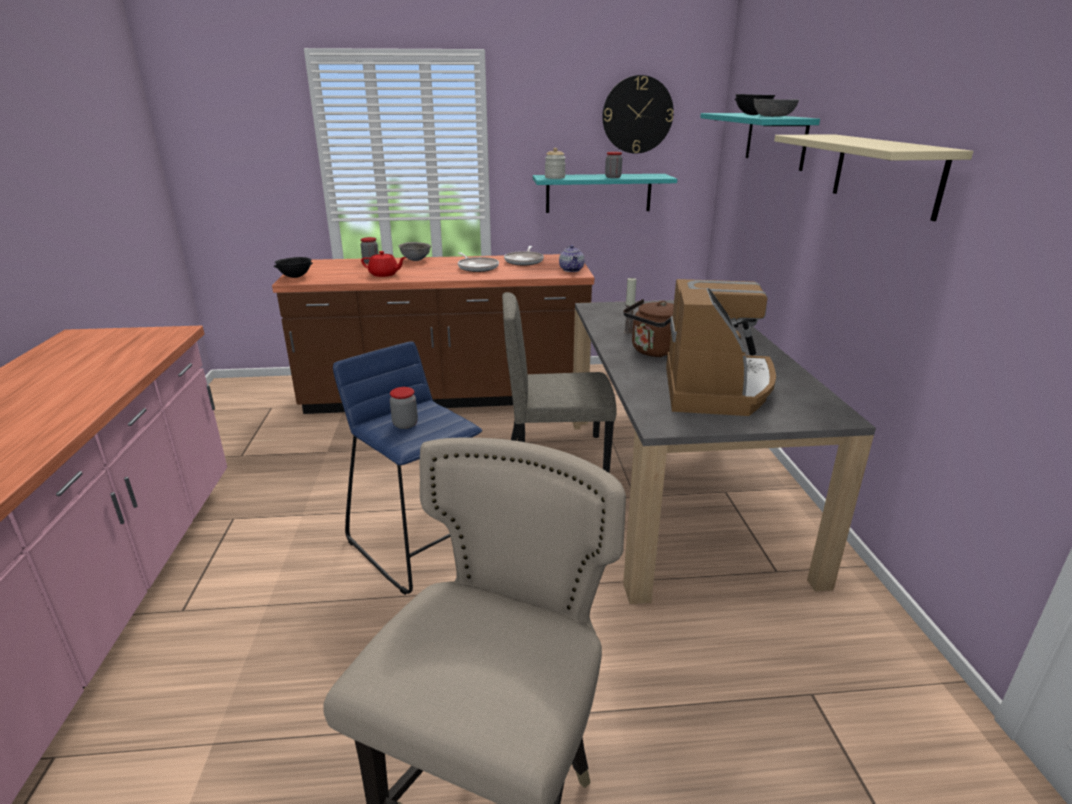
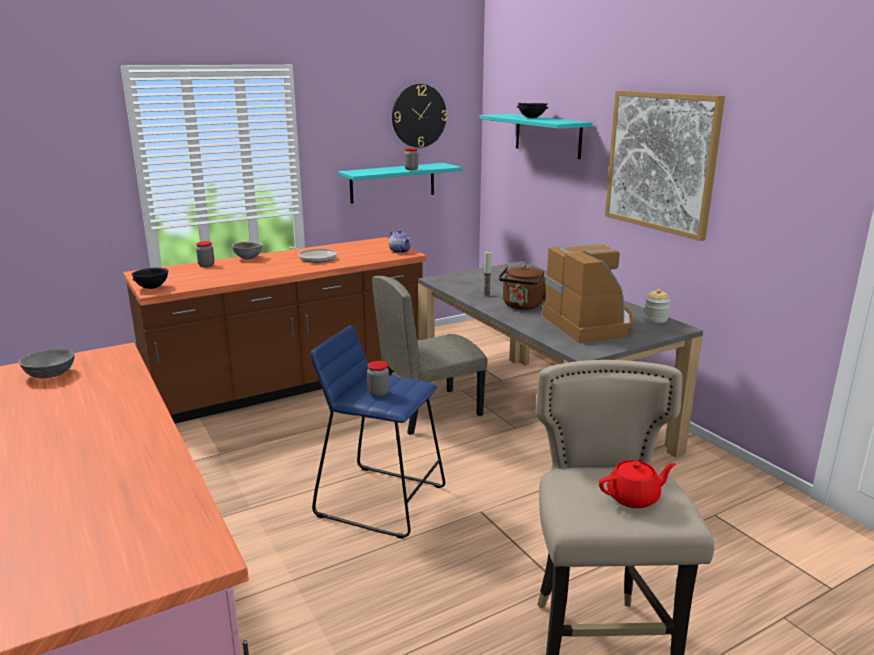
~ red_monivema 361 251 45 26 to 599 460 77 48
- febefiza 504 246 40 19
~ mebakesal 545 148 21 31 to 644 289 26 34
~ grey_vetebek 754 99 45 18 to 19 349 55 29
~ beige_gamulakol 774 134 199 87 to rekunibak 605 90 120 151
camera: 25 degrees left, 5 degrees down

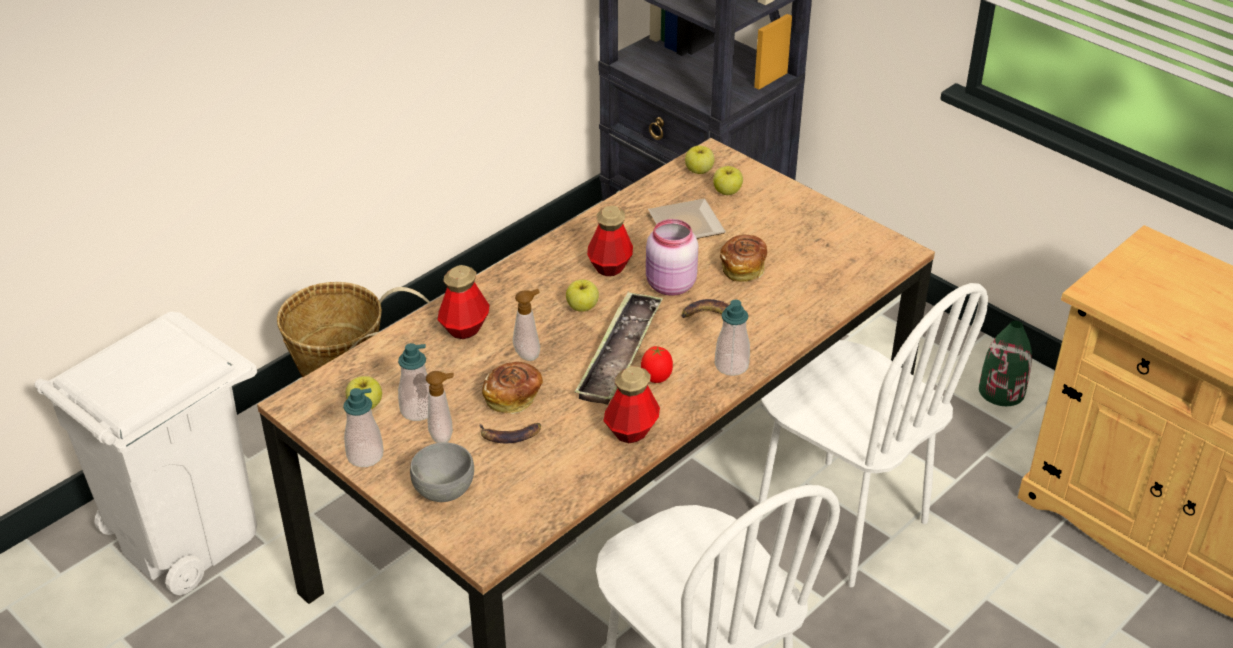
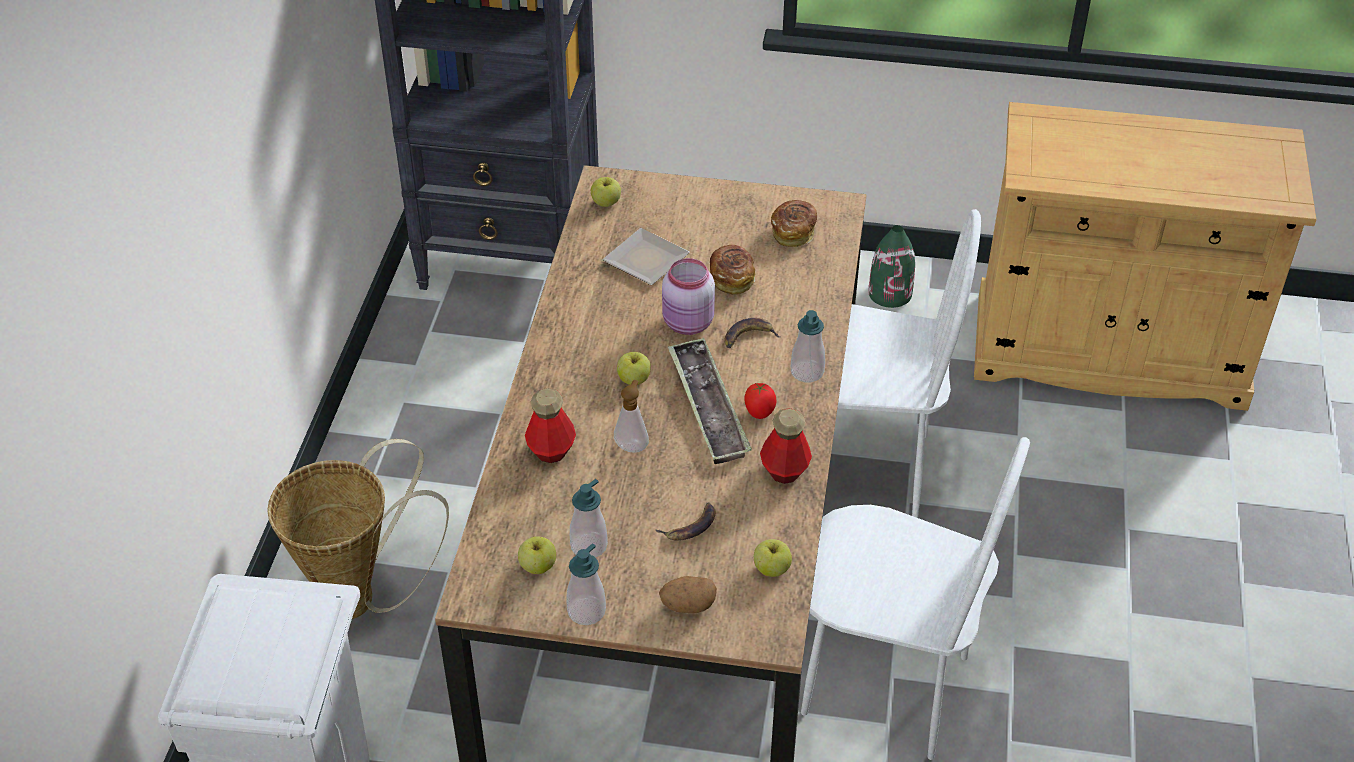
~ grey_vetebek 410 442 64 60 to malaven 659 576 58 37
- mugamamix 426 371 28 72
~ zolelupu 482 362 61 52 to 771 200 46 47
- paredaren 587 205 46 71
~ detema 713 166 30 29 to 754 539 38 38
camera: 35 degrees left, 5 degrees up

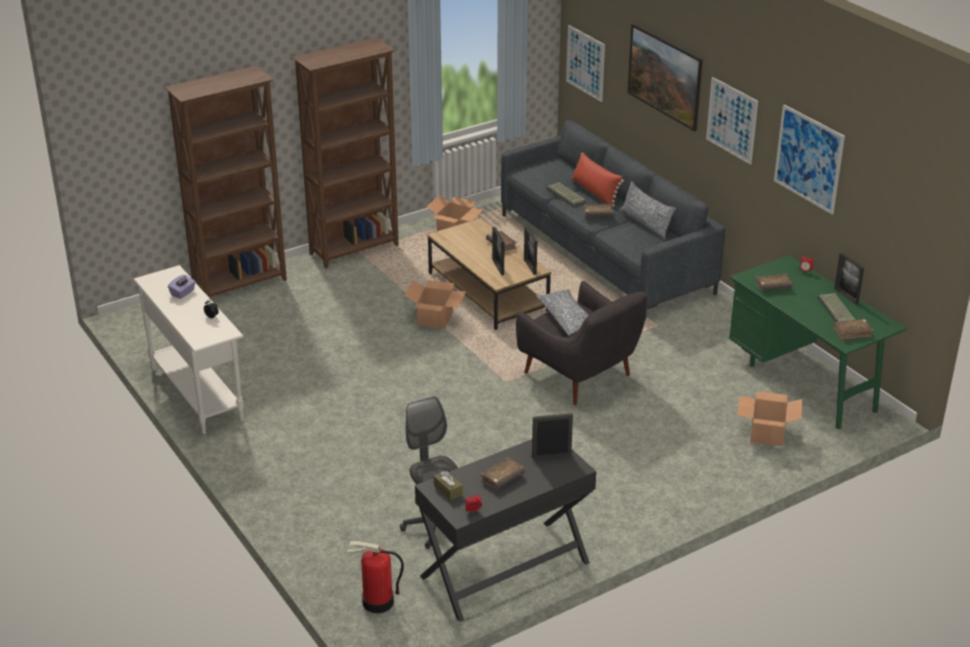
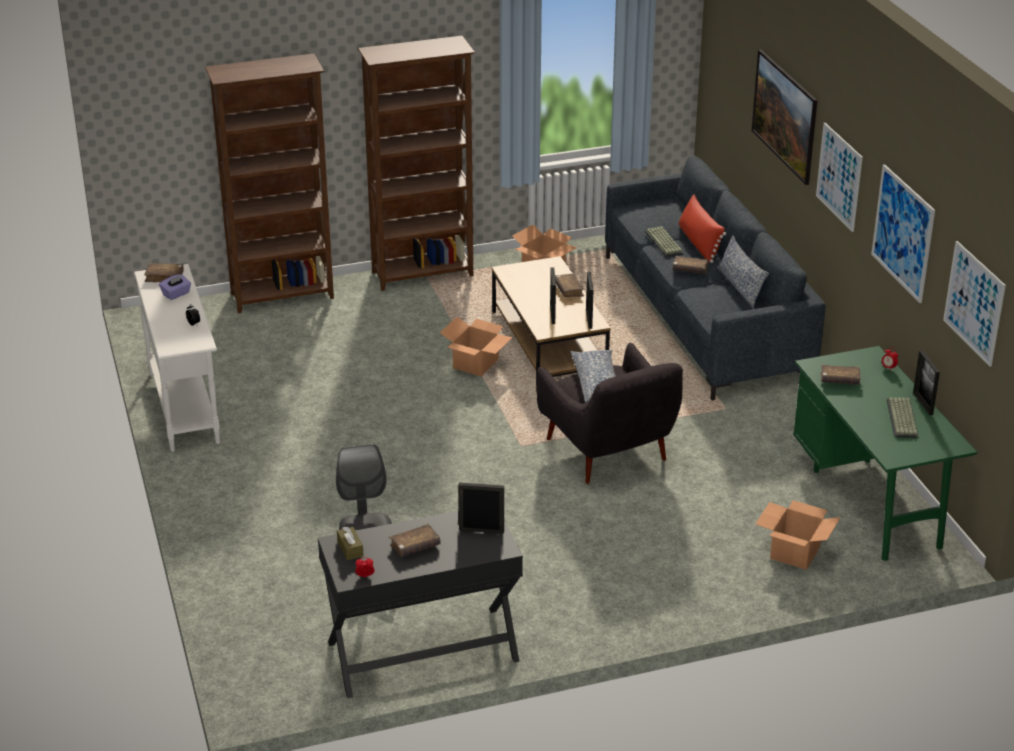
- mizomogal 347 541 57 72
~ rekunibak 566 25 39 77 to 943 241 63 126
~ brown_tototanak 833 319 41 22 to 144 263 40 19
camera: 15 degrees right, 0 degrees up

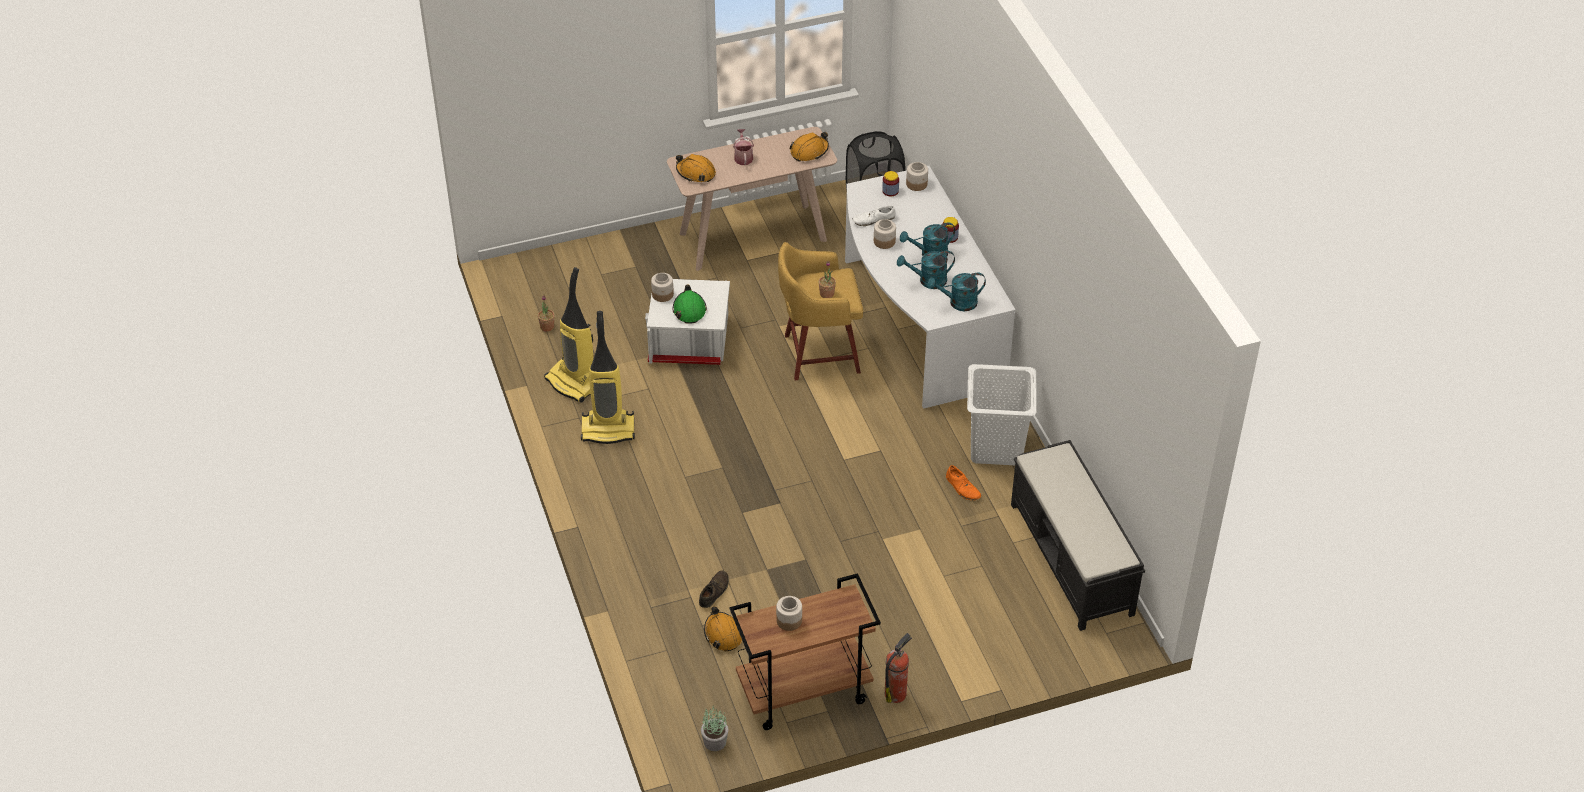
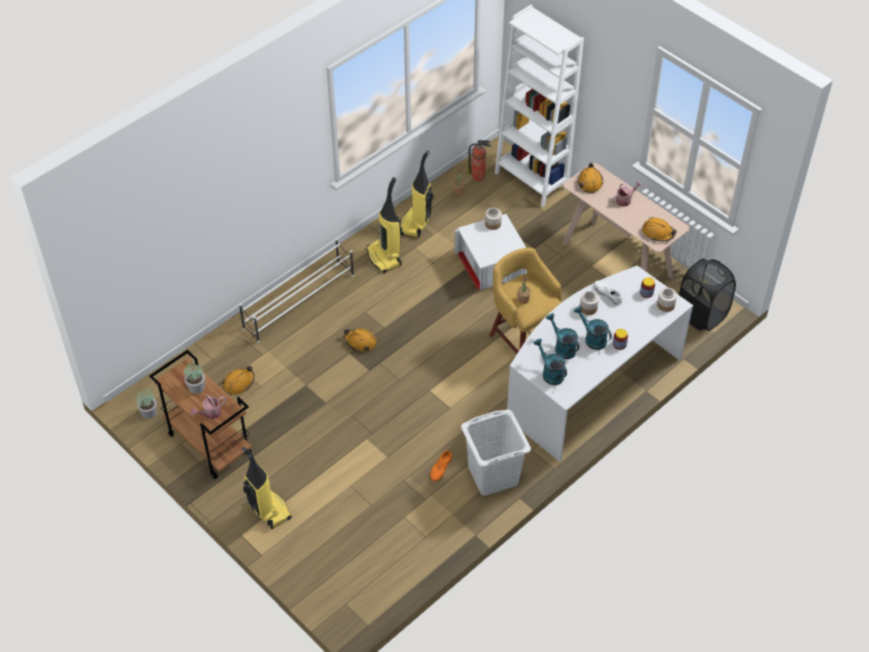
- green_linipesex 673 284 34 40
- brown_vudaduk 699 570 30 38
~ mebakesal 776 596 26 35 to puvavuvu 183 361 22 33
~ mizomogal 885 633 27 70 to 468 140 24 41
- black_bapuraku 1011 440 134 191
+ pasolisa 190 395 36 24
+ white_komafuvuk 239 238 115 105
+ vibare 242 447 50 82
+ orange_linipesex 344 329 33 22
+ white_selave 495 5 89 202
camera: 65 degrees right, 5 degrees up

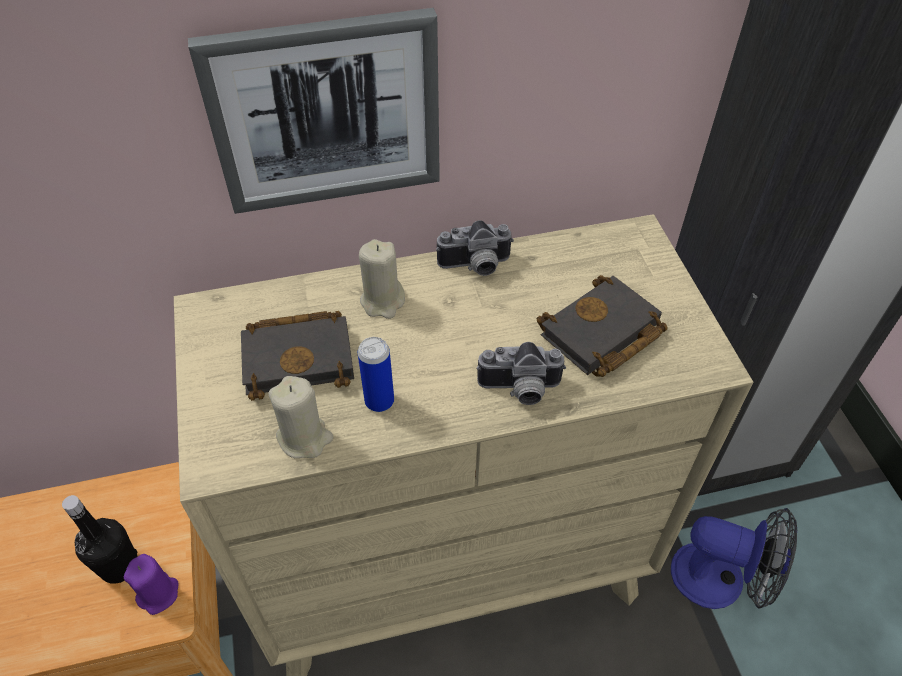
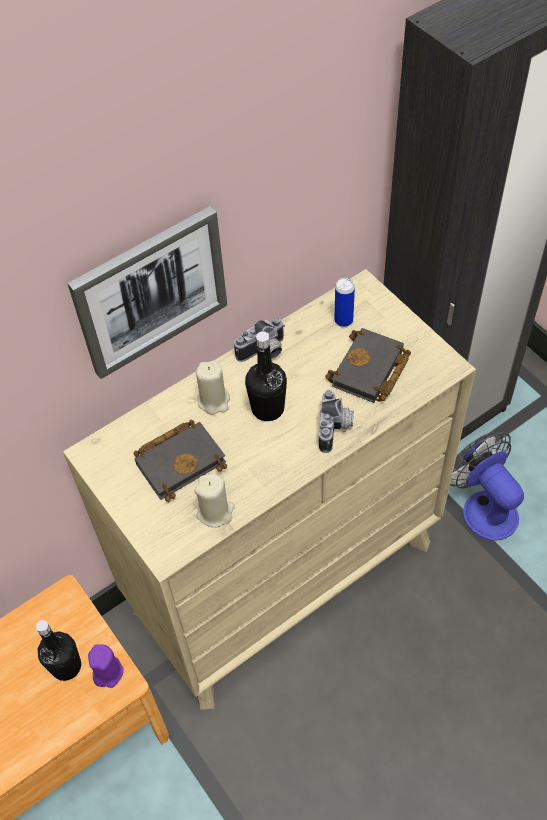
~ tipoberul 358 337 36 75 to 334 278 21 49
~ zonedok 476 342 90 63 = 319 390 35 63 60 degrees counterclockwise
~ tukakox 671 508 126 101 = 450 432 74 109 120 degrees counterclockwise
+ black_paredaren 245 331 42 90
camera: 20 degrees left, 5 degrees up

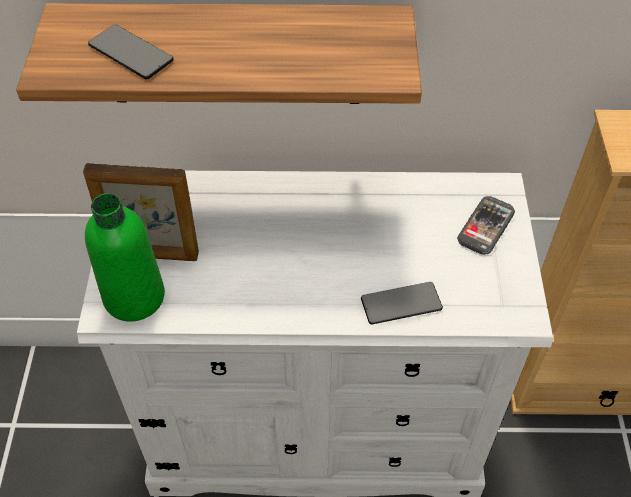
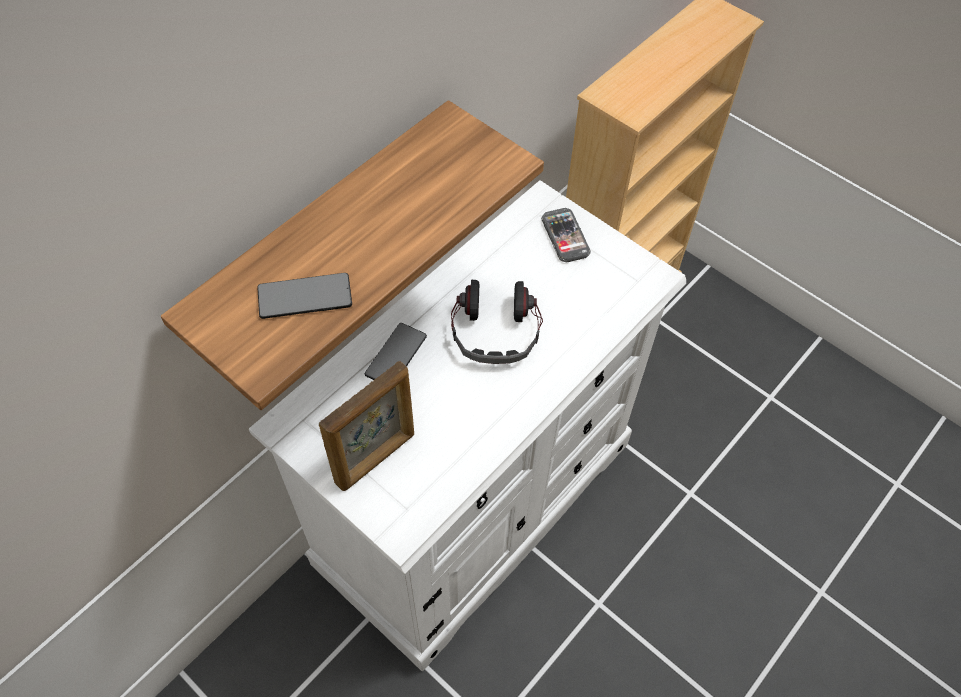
- green_paredaren 85 193 80 129
~ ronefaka 361 282 82 42 to 365 323 62 57
+ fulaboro 451 280 92 84
camera: 50 degrees left, 5 degrees up

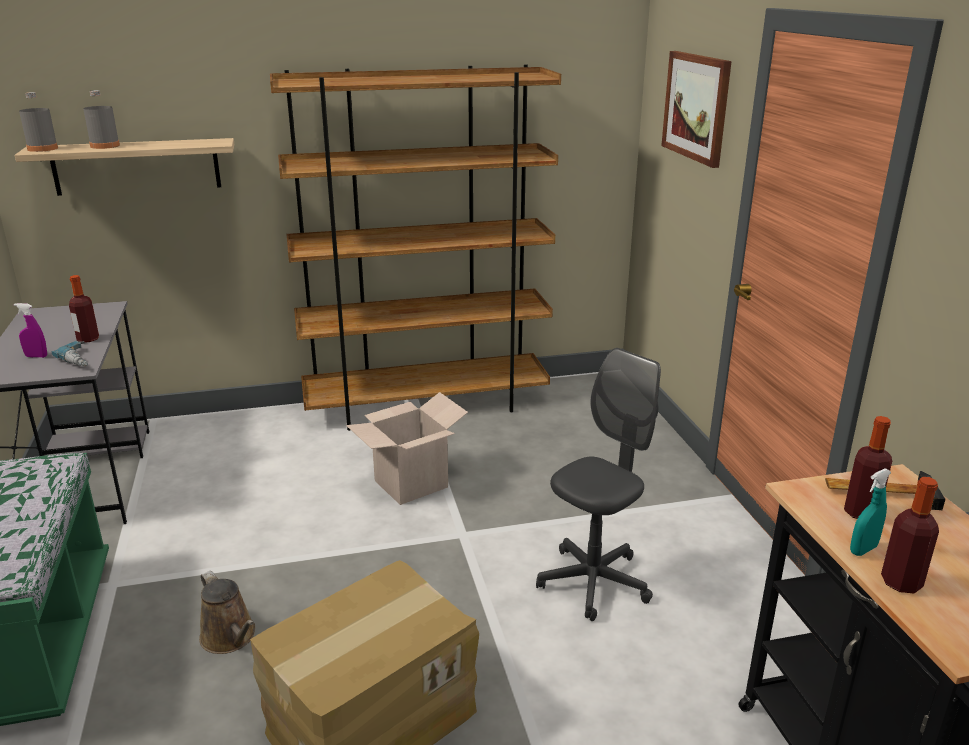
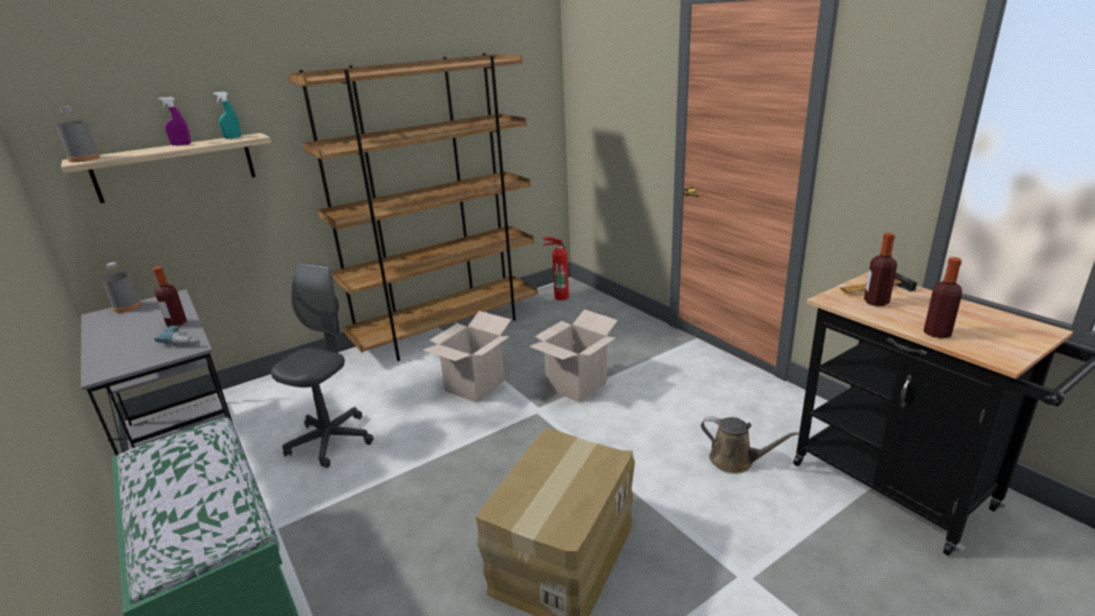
~ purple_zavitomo 14 303 33 55 to 158 97 33 49
~ grey_paredaren 83 90 37 59 to 102 262 40 51
~ brown_pasolisa 199 571 56 83 to 701 416 99 58
~ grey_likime 536 348 125 273 to 271 263 103 205
- rekunibak 661 51 71 117
~ turquoise_zavitomo 850 468 41 88 to 213 91 28 48
+ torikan 529 309 89 94
+ mizomogal 543 237 26 63
camera: 20 degrees left, 0 degrees up

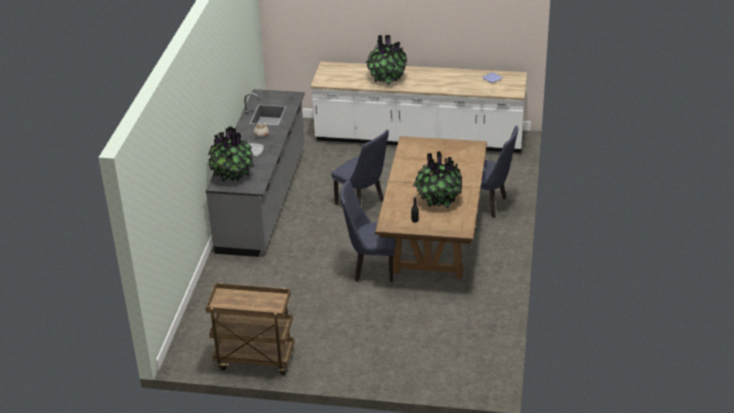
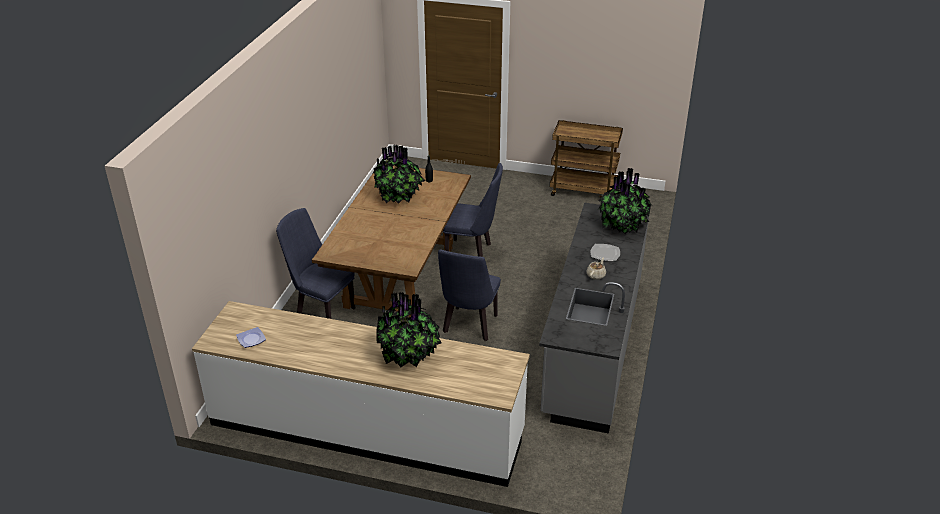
~ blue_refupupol 331 130 58 75 = 438 249 63 92 120 degrees counterclockwise
camera: 175 degrees left, 0 degrees up

